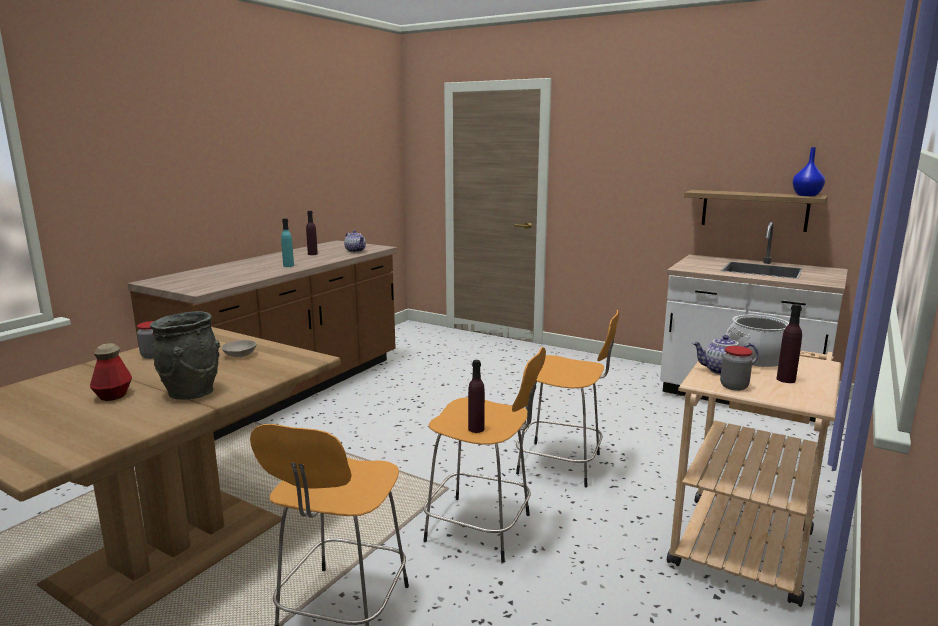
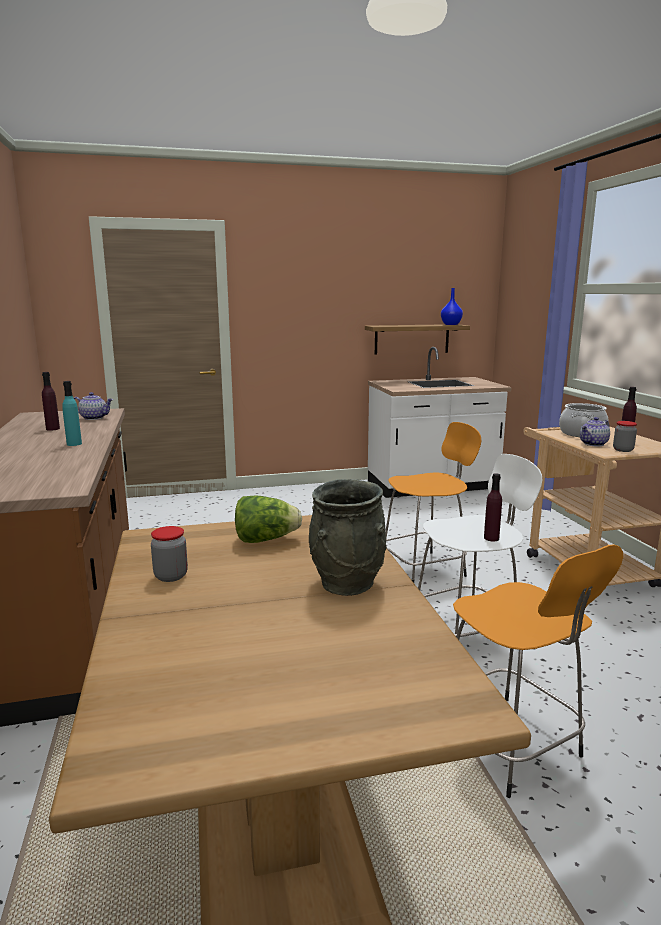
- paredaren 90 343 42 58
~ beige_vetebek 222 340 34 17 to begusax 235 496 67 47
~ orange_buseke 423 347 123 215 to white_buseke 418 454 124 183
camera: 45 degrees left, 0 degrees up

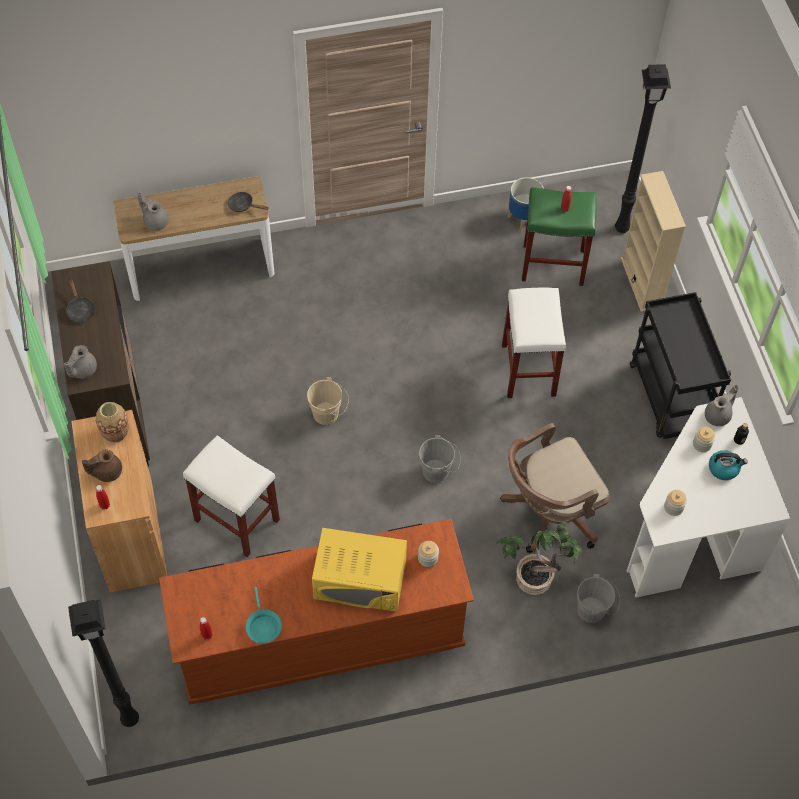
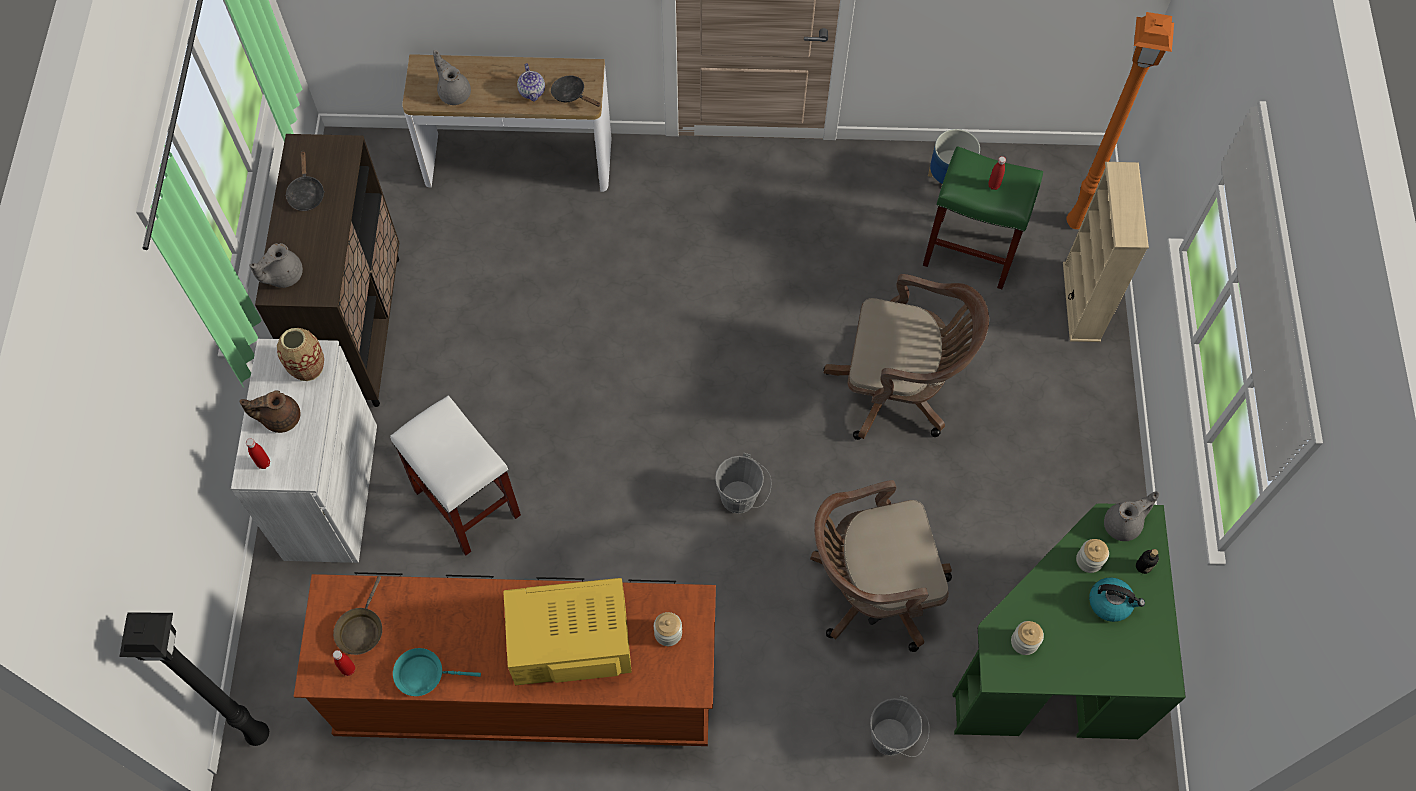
~ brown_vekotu 71 410 96 183 to white_vekotu 231 339 146 224
~ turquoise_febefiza 246 587 36 56 = 393 648 88 48 90 degrees clockwise
- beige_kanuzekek 307 377 42 48
~ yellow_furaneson 312 528 95 84 = 503 578 129 107 150 degrees clockwise
- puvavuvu 495 521 88 74
~ white_buseke 502 288 64 110 to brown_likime 823 274 166 166
~ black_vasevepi 615 64 56 169 to orange_vasevepi 1066 12 108 217
~ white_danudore 627 397 163 201 to green_danudore 953 503 233 236
- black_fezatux 630 292 101 147
+ brown_febefiza 333 576 49 79
+ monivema 517 63 28 38
camera: 15 degrees right, 5 degrees up

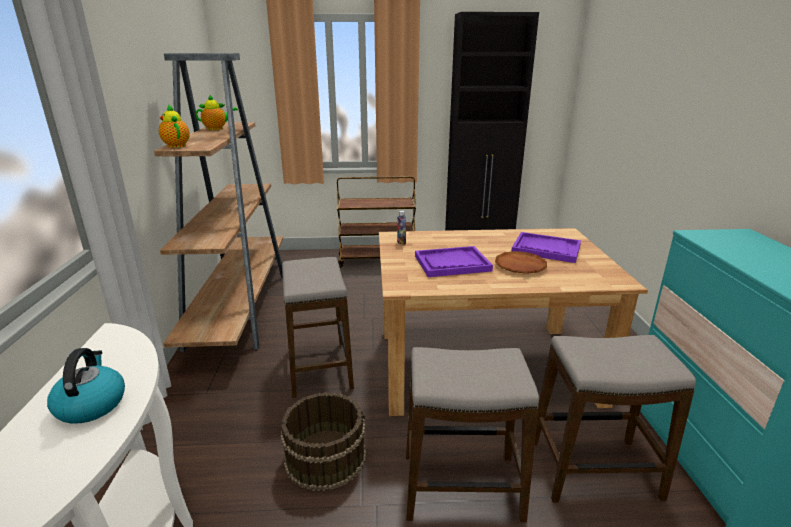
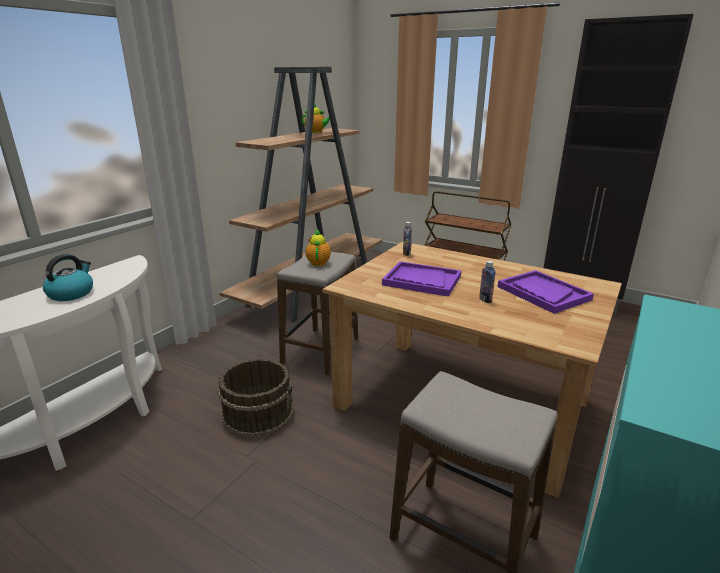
~ monivema 159 104 31 44 to 306 229 25 37
- buseke 406 347 133 175
~ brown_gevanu 495 251 52 23 to paredaren 479 261 16 42
camera: 35 degrees right, 0 degrees up

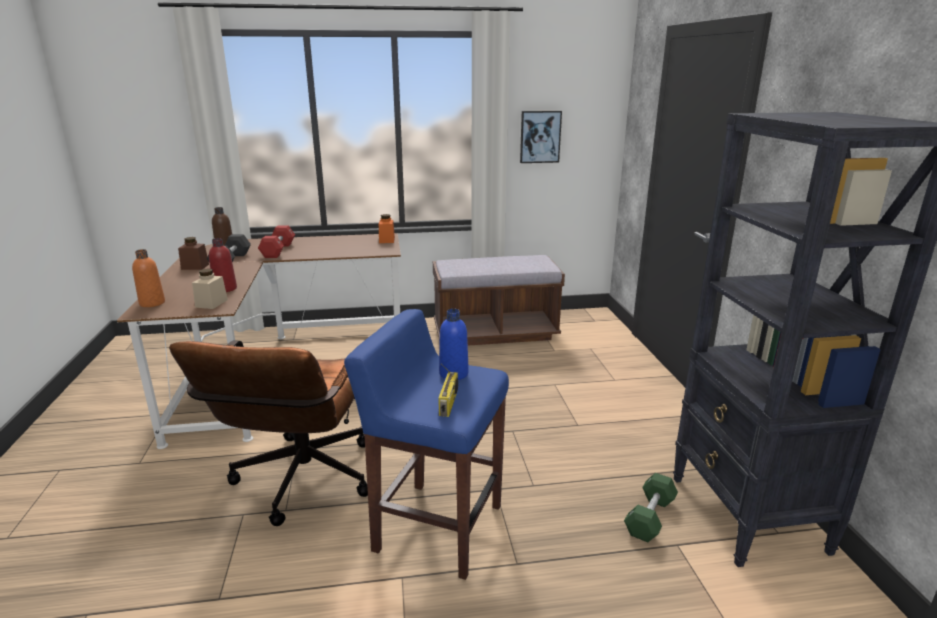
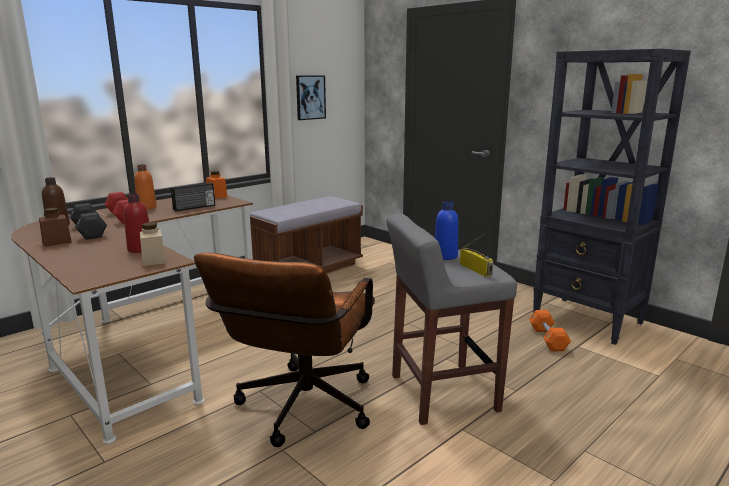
~ orange_paredaren 132 249 33 58 to 134 164 23 45
~ brown_likime 169 340 199 186 = 194 253 181 194 45 degrees clockwise
~ blue_buseke 344 309 165 271 to grey_buseke 386 213 131 212
~ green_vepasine 624 473 54 69 to orange_vepasine 529 310 42 42
+ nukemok 171 183 44 28
camera: 35 degrees left, 5 degrees down

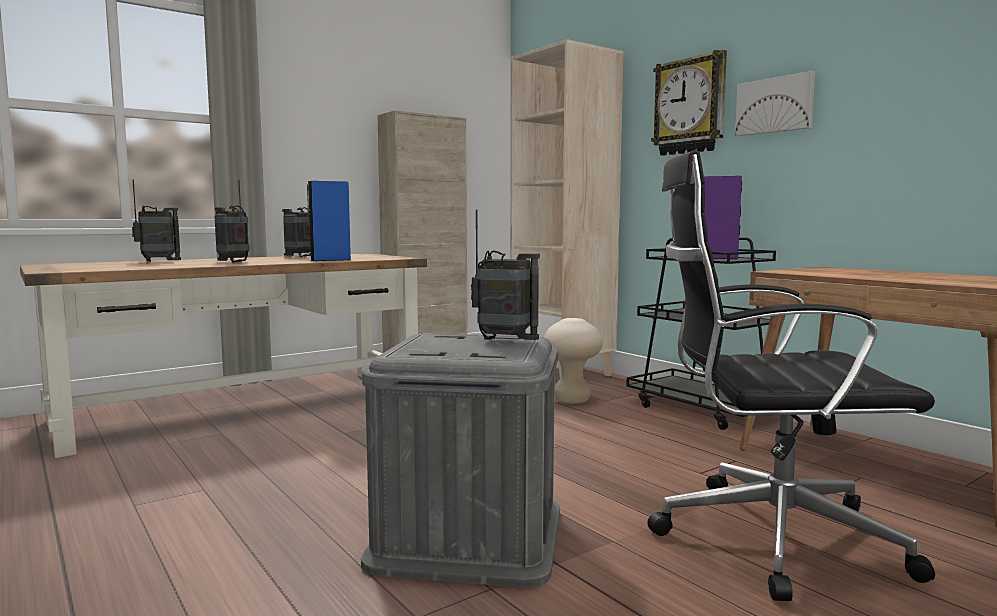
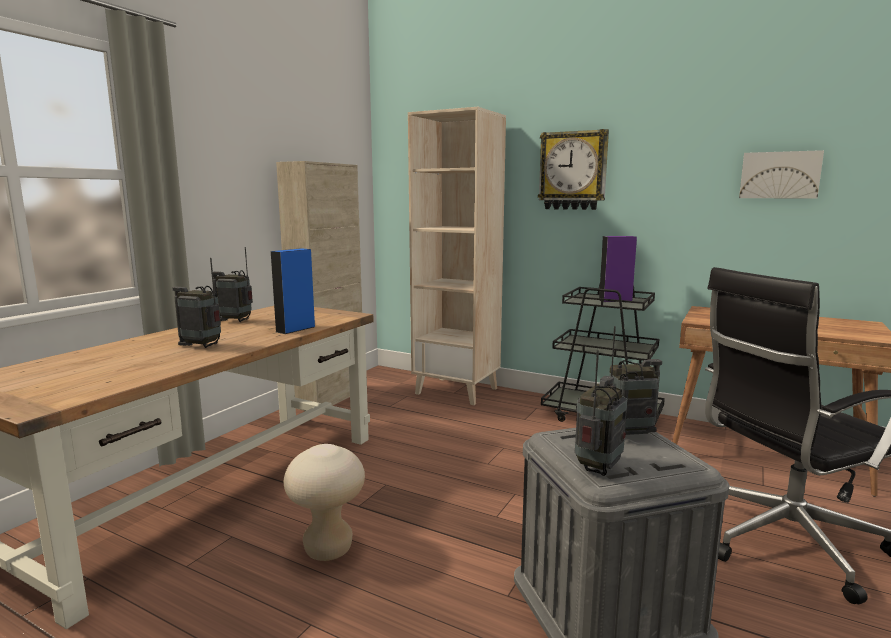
~ nukemok 132 179 49 83 to 575 350 52 126
~ beige_buseke 544 318 59 86 to 284 444 81 117
~ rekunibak 735 71 80 65 to 739 150 85 48
camera: 25 degrees left, 5 degrees up

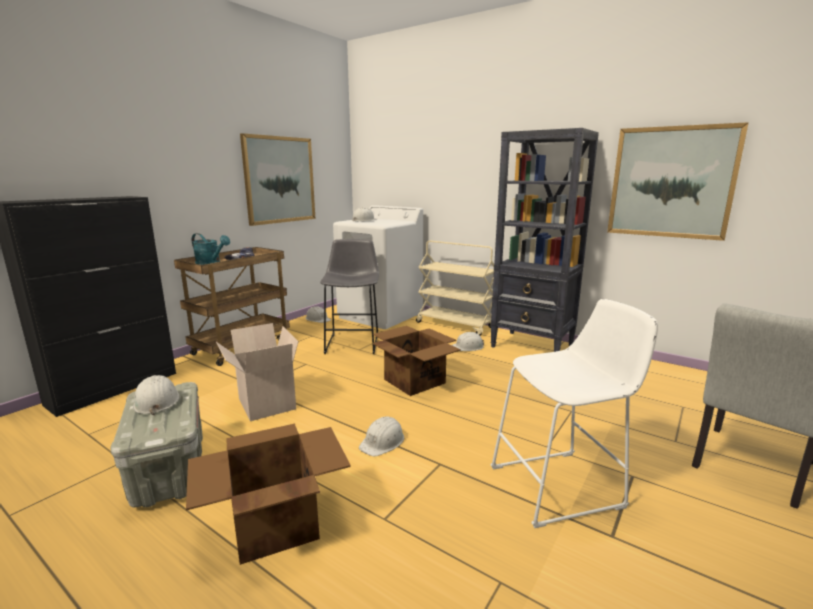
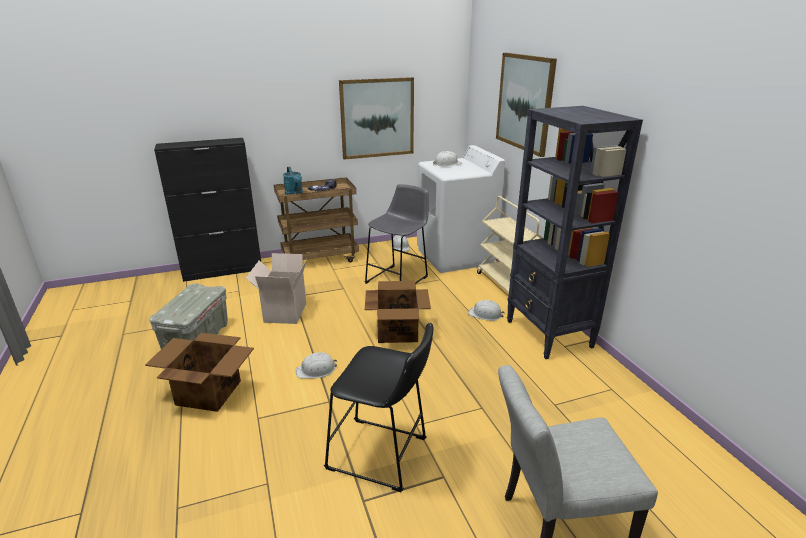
- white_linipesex 133 375 47 40
~ white_buseke 490 299 168 229 to black_buseke 324 323 110 169
~ rekunibak 607 122 142 119 to 496 53 61 104
camera: 35 degrees right, 10 degrees up

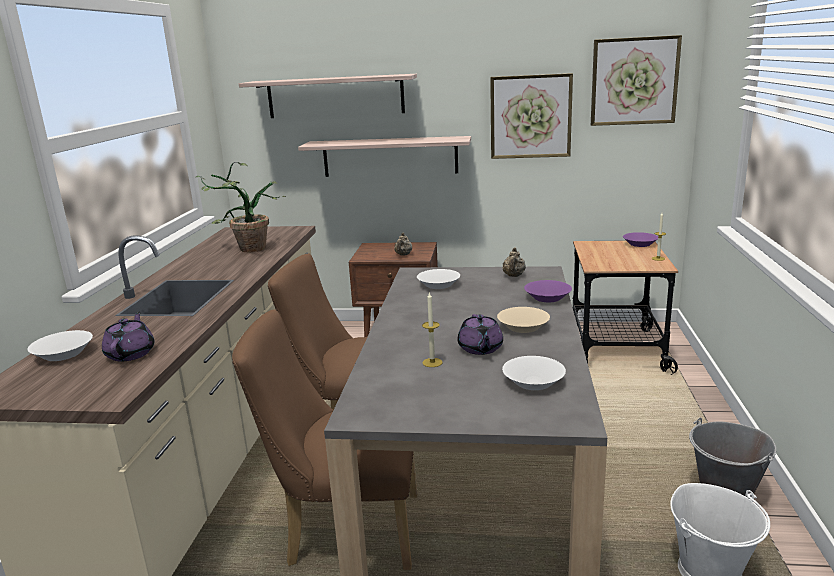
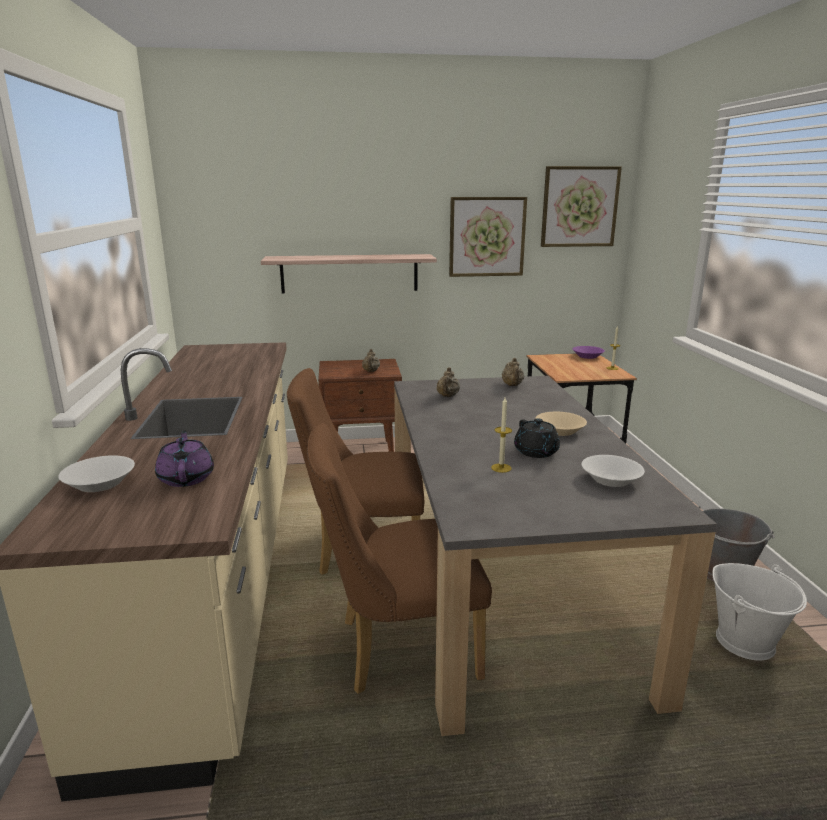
- puvavuvu 195 162 91 91
- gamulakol 239 74 178 44
~ white_vetebek 417 269 43 20 to beige_monivema 436 367 24 30
~ purple_monivema 457 314 46 41 to black_monivema 514 418 46 40
- purple_vetebek 524 280 48 22
camera: 15 degrees left, 0 degrees up

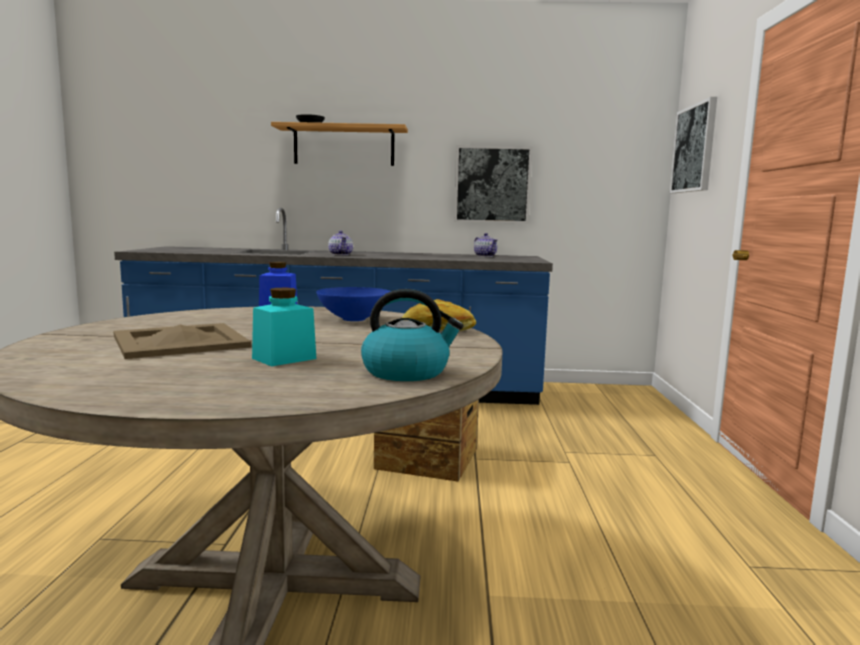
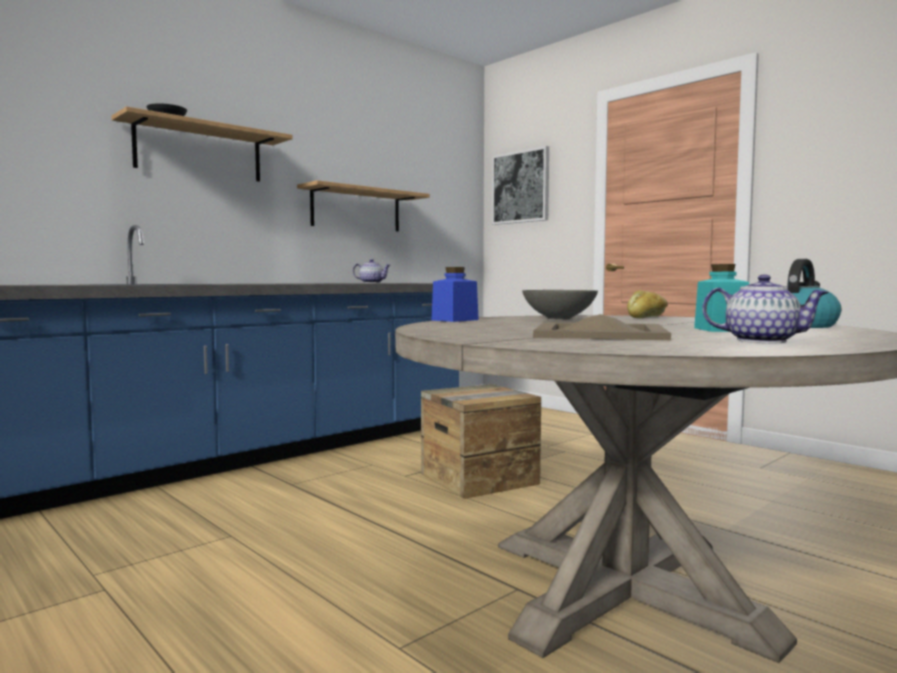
~ blue_vetebek 316 287 75 34 to grey_vetebek 522 290 76 29
~ monivema 328 231 25 24 to 702 274 127 69
~ rekunibak 454 145 79 79 to gamulakol 297 180 133 51
camera: 45 degrees left, 5 degrees down

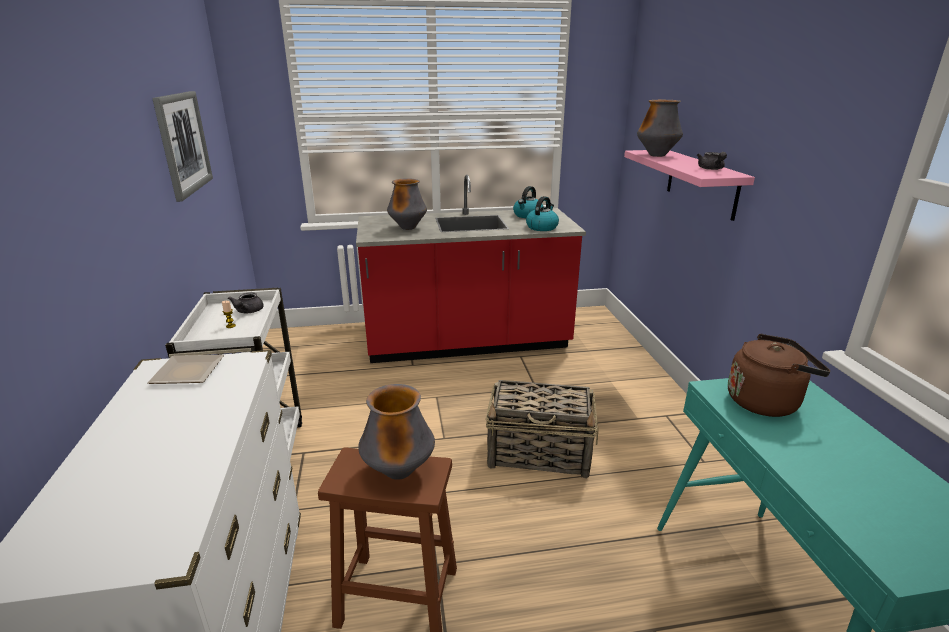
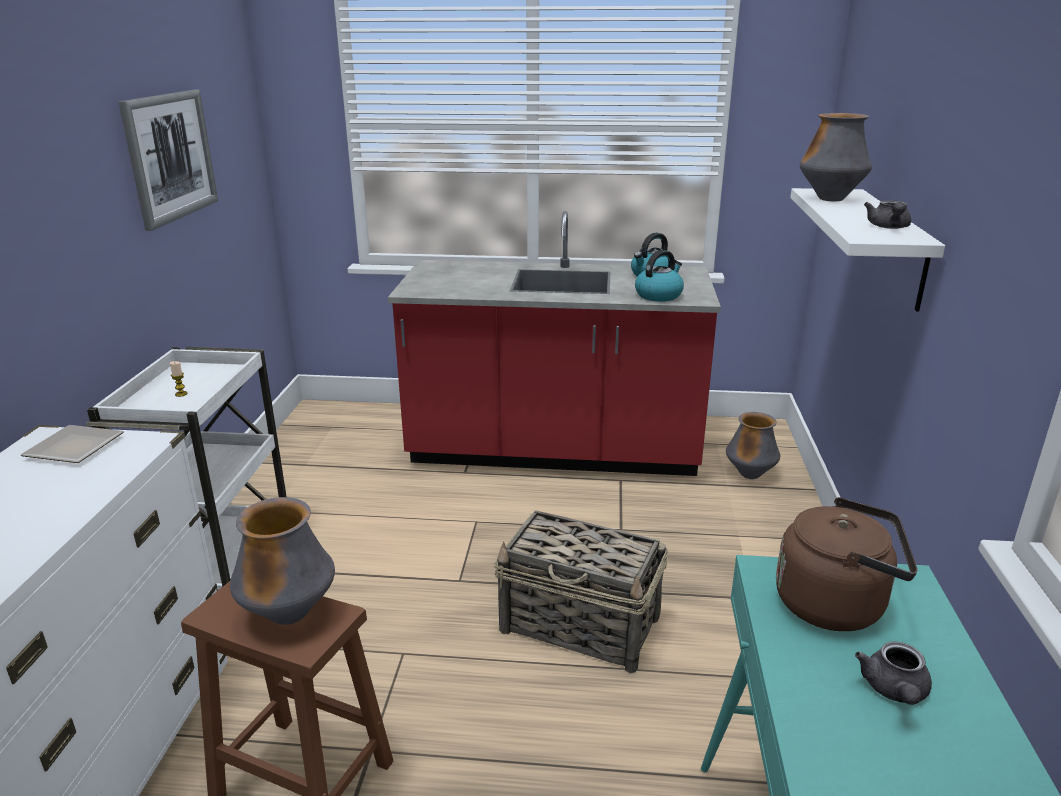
~ grey_monivema 228 292 36 21 to 855 642 77 63
~ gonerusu 387 178 40 52 to 726 412 54 67
~ pink_gamulakol 624 150 131 71 to white_gamulakol 790 188 155 124
camera: 15 degrees right, 0 degrees up

